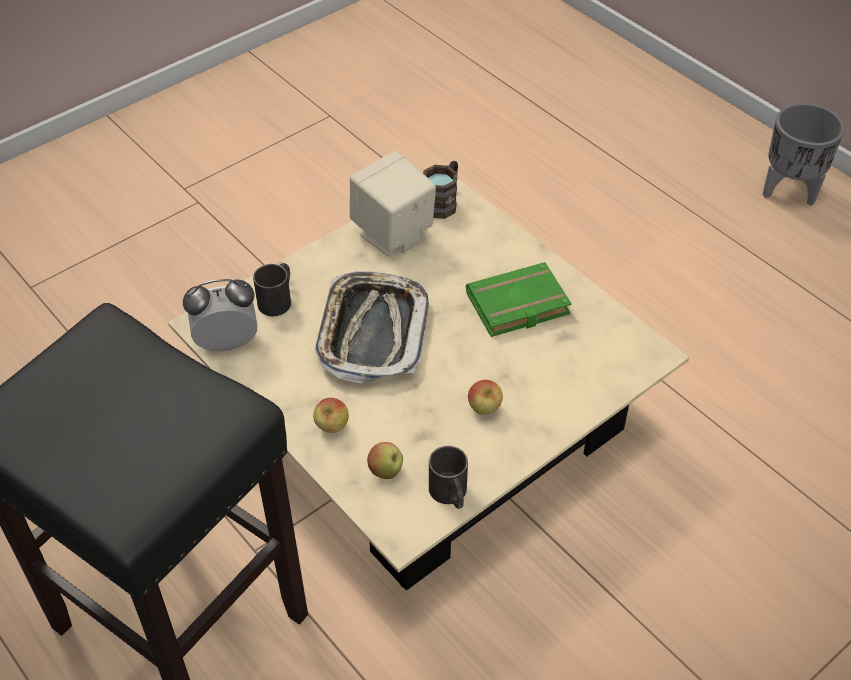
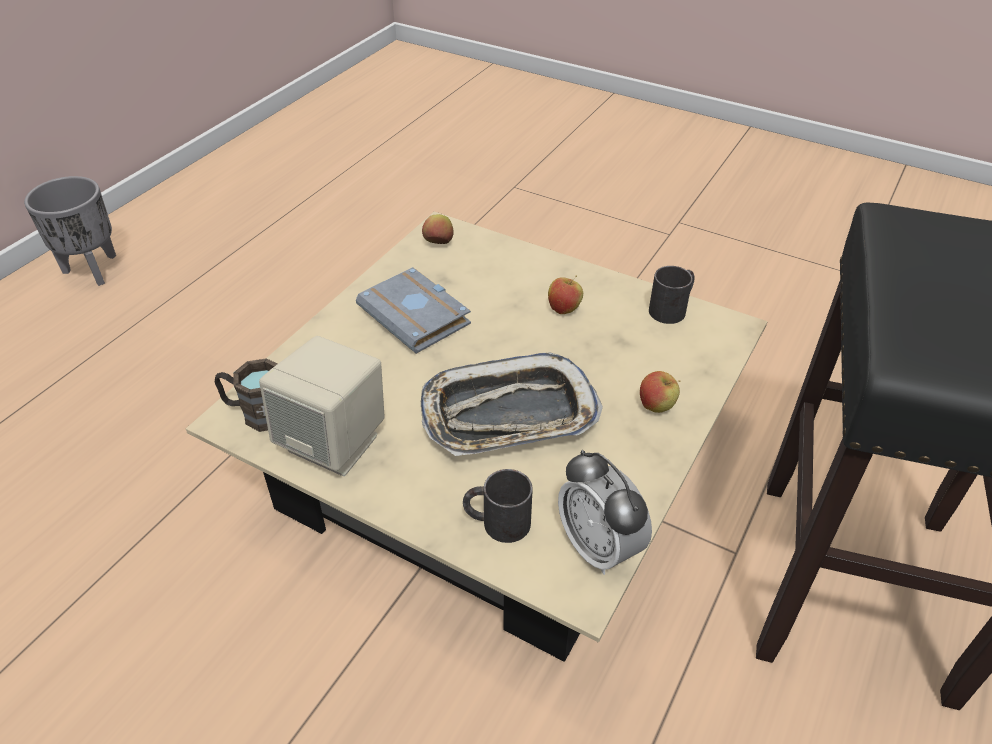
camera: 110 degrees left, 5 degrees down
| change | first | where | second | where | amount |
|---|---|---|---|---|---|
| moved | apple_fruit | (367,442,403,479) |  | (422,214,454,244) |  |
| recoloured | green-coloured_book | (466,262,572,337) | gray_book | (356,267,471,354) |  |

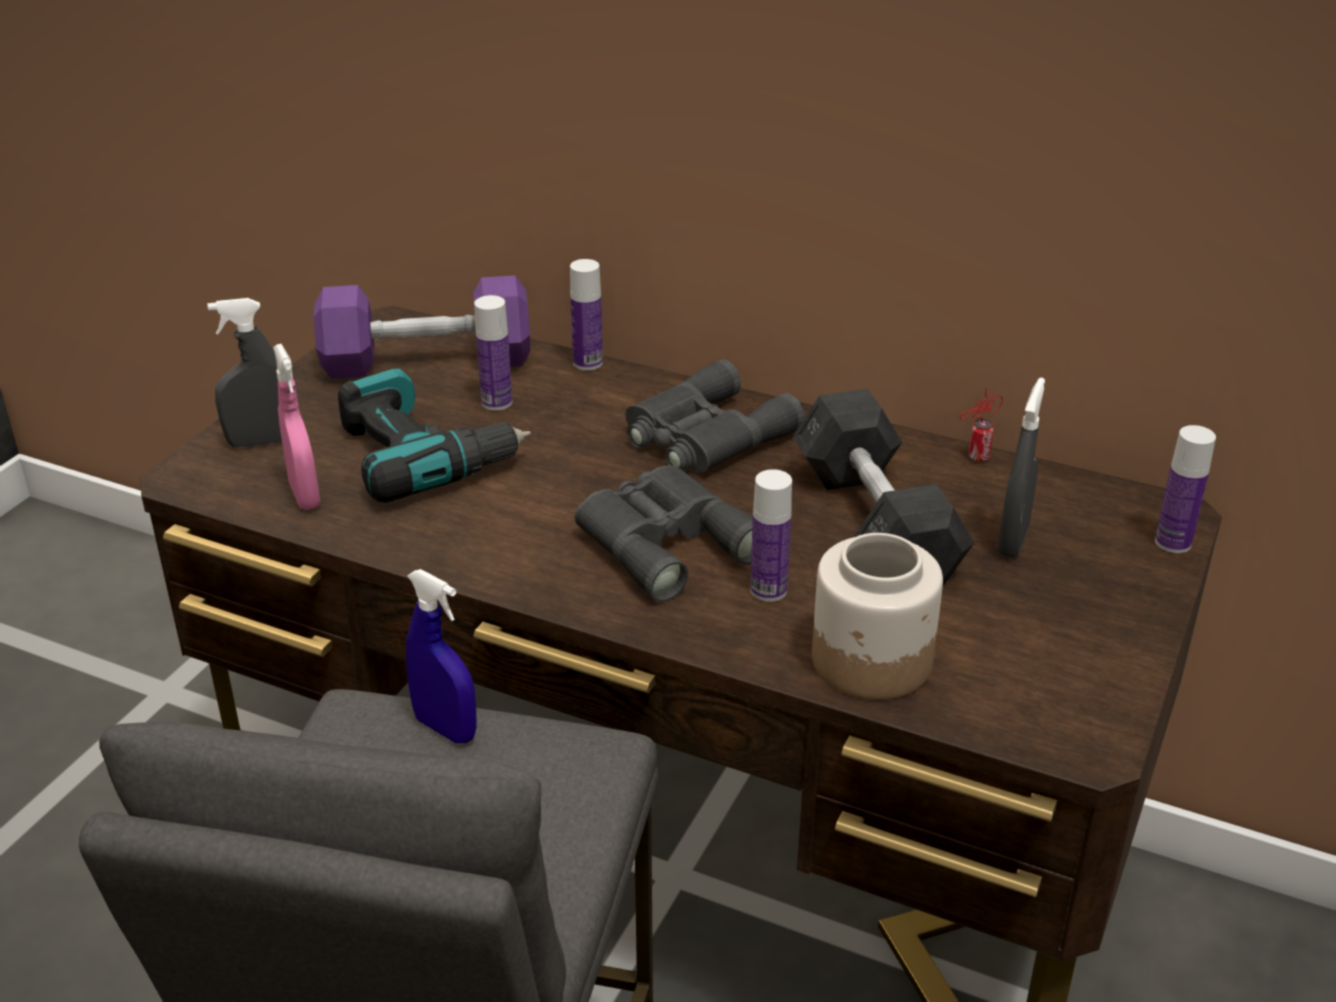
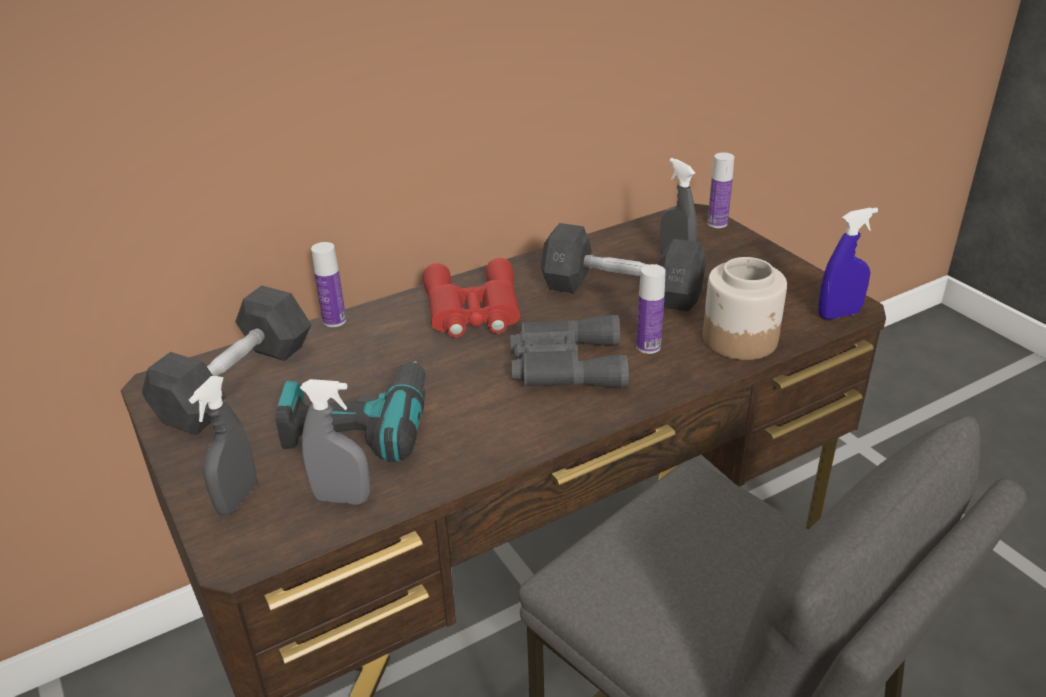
camera: 55 degrees left, 0 degrees up
| change | first | where | second | where | amount |
|---|---|---|---|---|---|
| recoloured | pinkish_hand_sprayer | (273,344,320,510) | gray_hand_sprayer | (300,379,370,505) |  |
| recoloured | purple-coloured_dumbbell | (313,275,530,379) | gray_dumbbell | (142,285,312,435) |  |
| moved | bluish_hand_sprayer | (406,569,477,744) |  | (818,207,878,319) |  |
| removed | beverage_bottle | (474,295,512,411) |  |  |  |
| recoloured | gray_pair_of_binoculars | (625,360,805,472) | reddish_pair_of_binoculars | (423,258,520,338) |  |
| removed | sealed_can | (960,388,1003,462) |  |  |  |

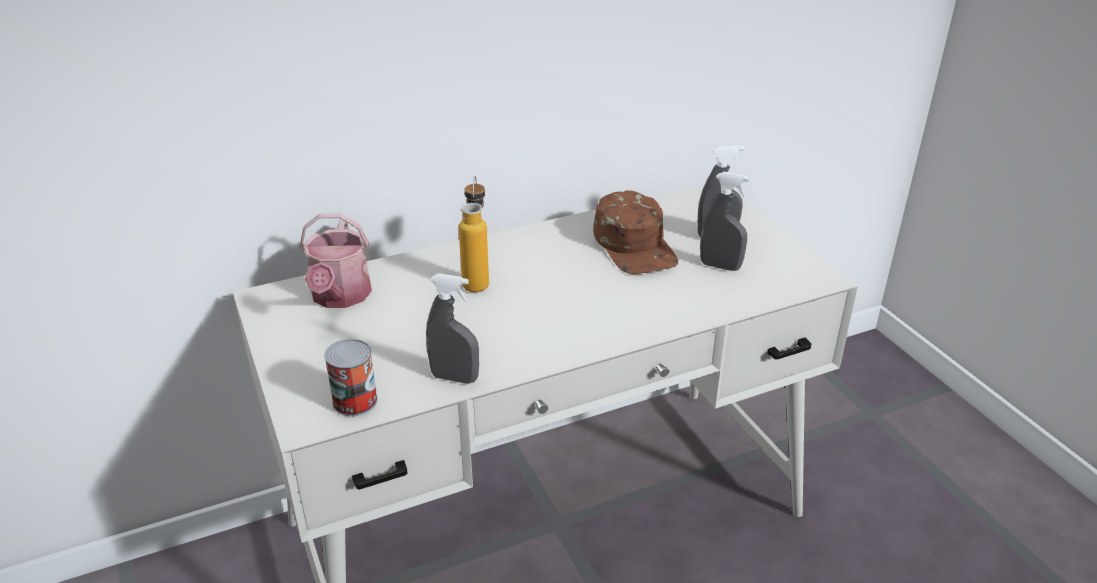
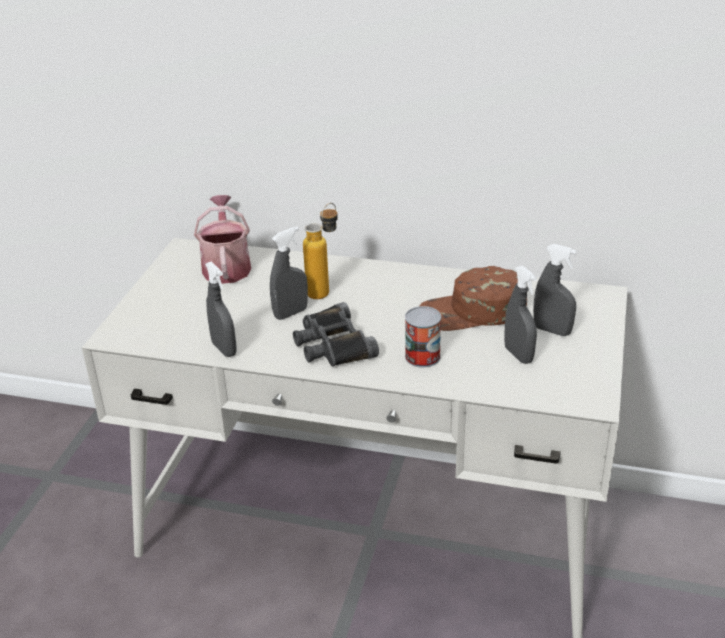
camera: 40 degrees right, 0 degrees up
| change | first | where | second | where | amount |
|---|---|---|---|---|---|
| turned | watering_pot | (300,213,372,308) |  | (194,195,251,284) | 135 degrees clockwise |
| moved | sealed_can | (324,339,378,416) |  | (405,306,441,368) |  |
| turned | brownish_cap | (593,190,678,274) |  | (420,266,527,331) | 60 degrees clockwise |
| added |  |  | gray_hand_sprayer | (270,227,308,320) |  |
| added |  |  | blackish_pair_of_binoculars | (293,302,379,367) |  |

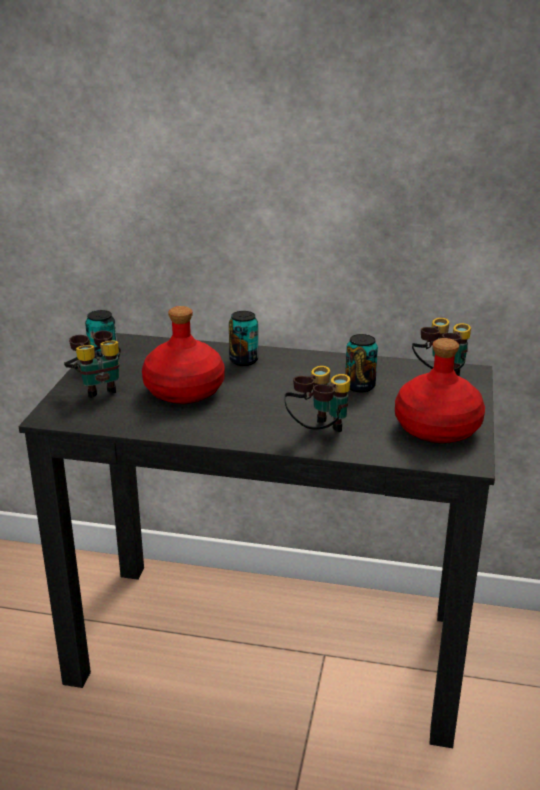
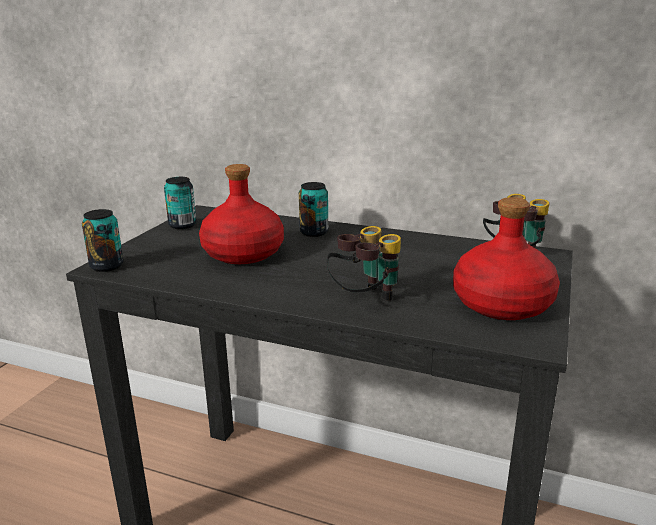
camera: 10 degrees right, 5 degrees down
| change | first | where | second | where | amount |
|---|---|---|---|---|---|
| removed | pair_of_binoculars | (64,330,121,398) |  |  |  |
| moved | sealed_can | (345,334,378,392) |  | (82,209,124,272) |  |

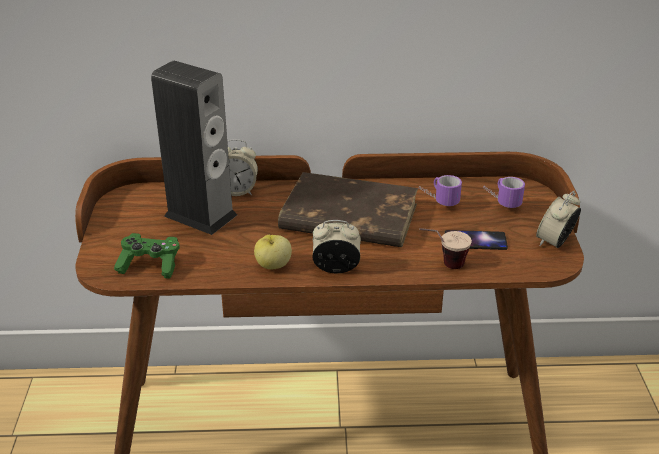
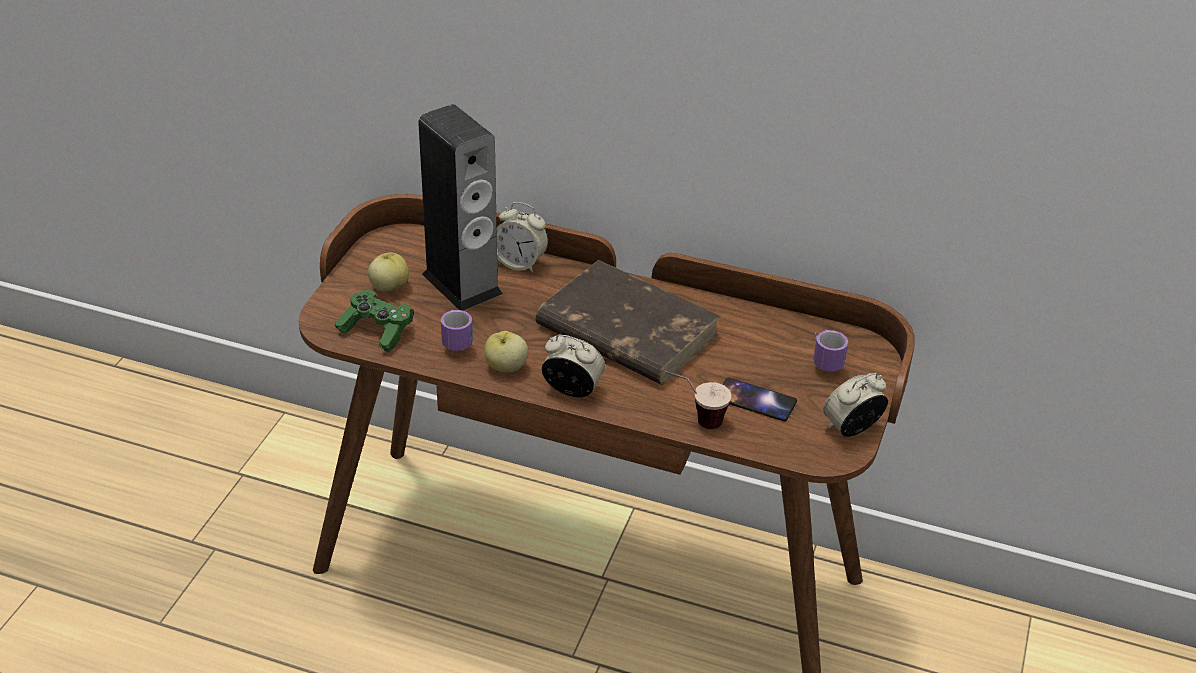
camera: 20 degrees right, 5 degrees up
| change | first | where | second | where | amount |
|---|---|---|---|---|---|
| moved | mug | (419,175,462,206) |  | (441,310,473,351) |  |
| added |  |  | apple_fruit | (368,253,409,292) |  |

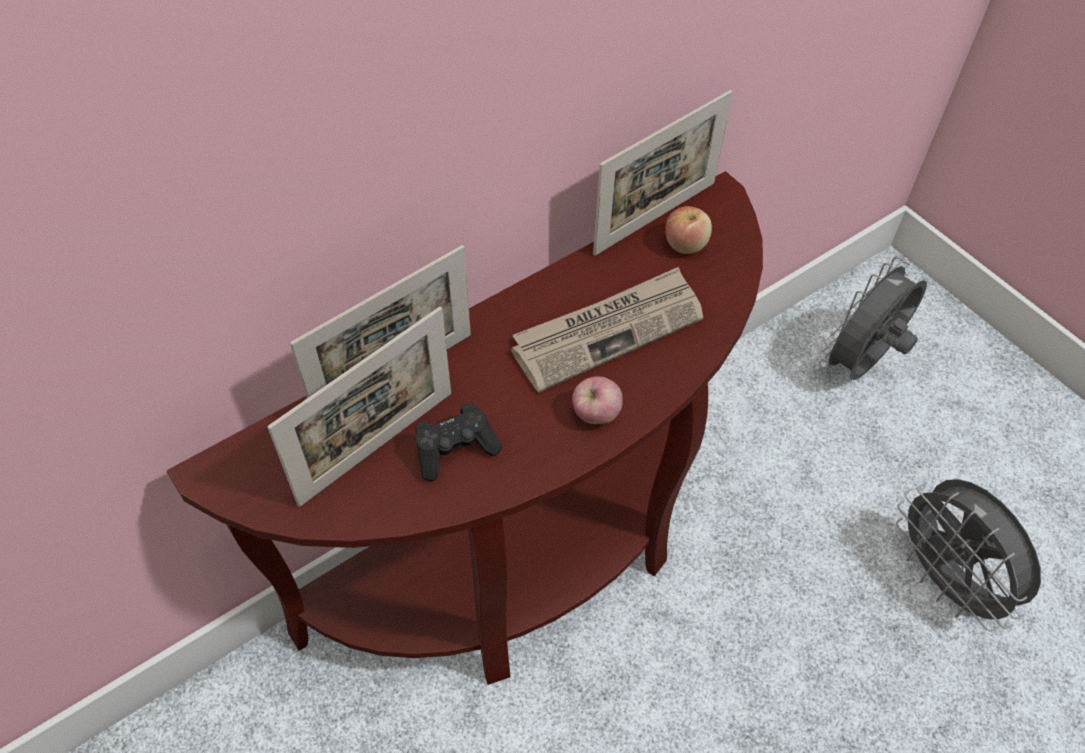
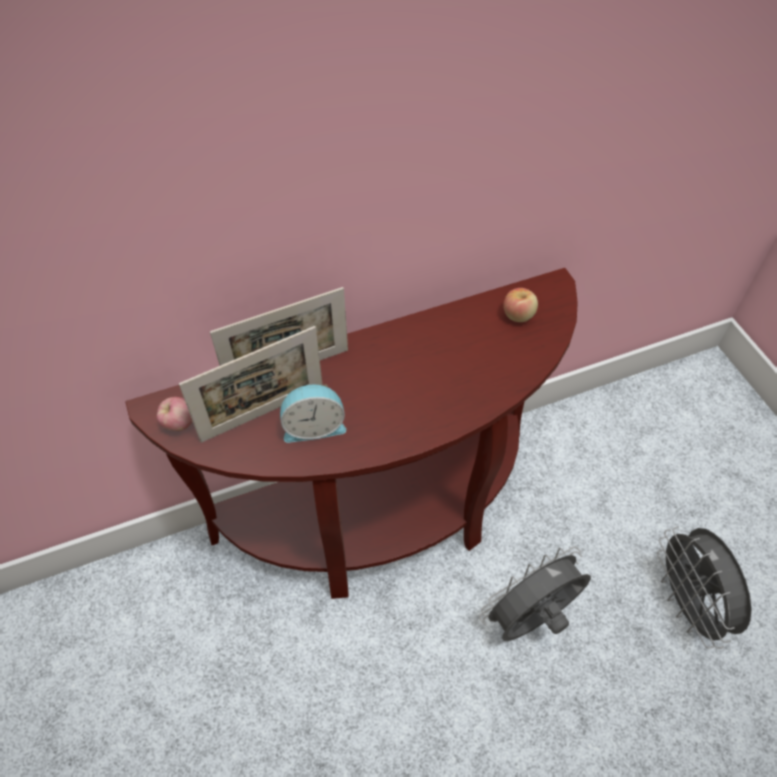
camera: 15 degrees right, 0 degrees up
| change | first | where | second | where | amount |
|---|---|---|---|---|---|
| replaced | blackish_gamepad | (416,403,502,481) | table_clock | (280,384,346,443) |  |
| removed | daily_paper | (511,267,704,393) |  |  |  |
| moved | apple_fruit | (572,376,623,424) |  | (157,397,192,431) |  |
| removed | photo_frame | (593,90,733,256) |  |  |  |
| moved | gray_fan | (819,257,927,380) |  | (479,546,591,641) |  |

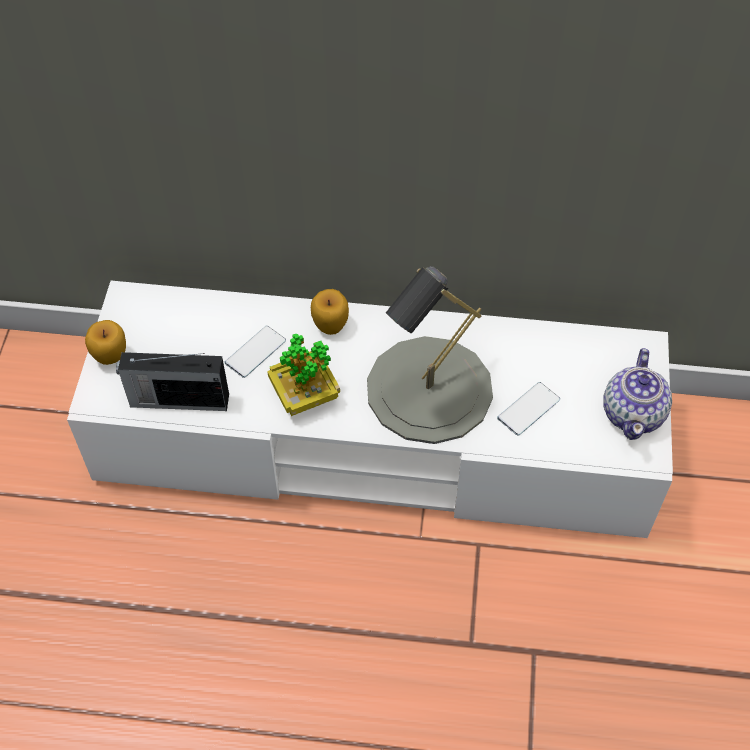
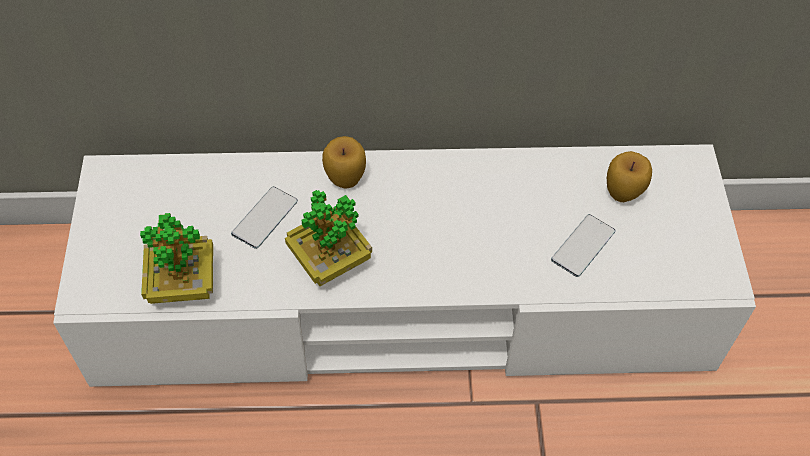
camera: 10 degrees left, 0 degrees up
| change | first | where | second | where | amount |
|---|---|---|---|---|---|
| moved | apple_fruit | (85,320,126,365) |  | (607,151,652,202) |  |
| replaced | radio | (116,352,229,411) | potted_plant | (140,213,213,304) |  |
| removed | gray_table_lamp | (367,266,493,444) |  |  |  |
| removed | teapot | (604,348,672,440) |  |  |  |

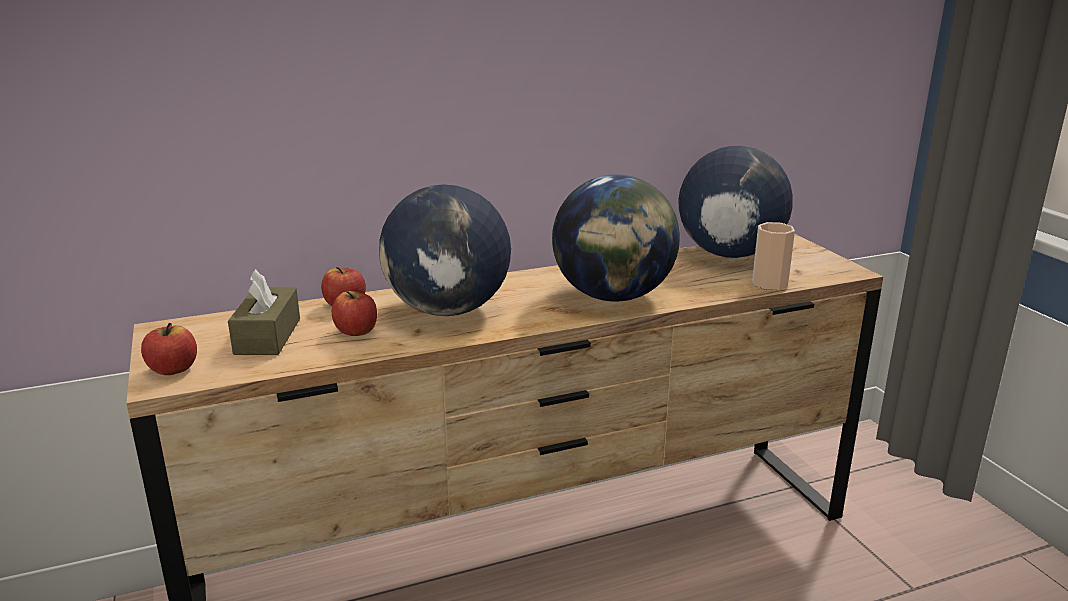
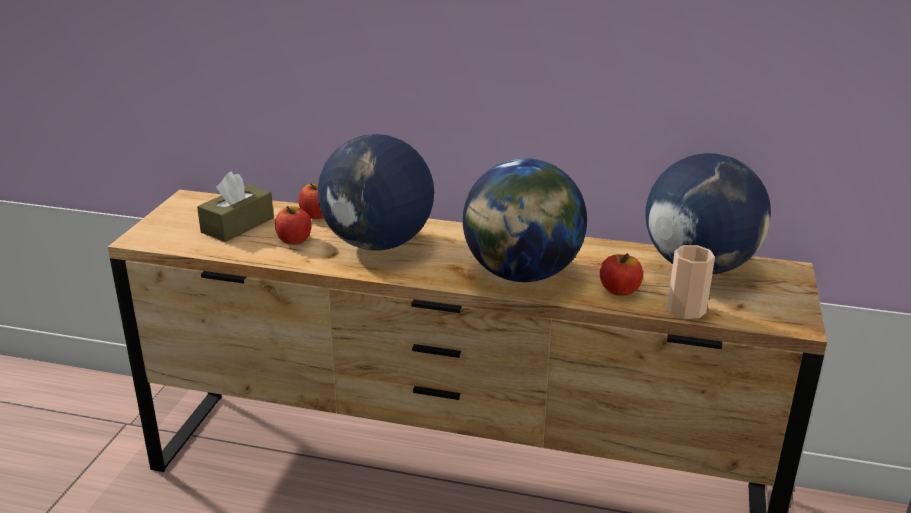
camera: 35 degrees right, 5 degrees up
| change | first | where | second | where | amount |
|---|---|---|---|---|---|
| moved | apple_fruit | (141,323,197,375) |  | (600,253,643,296) |  |

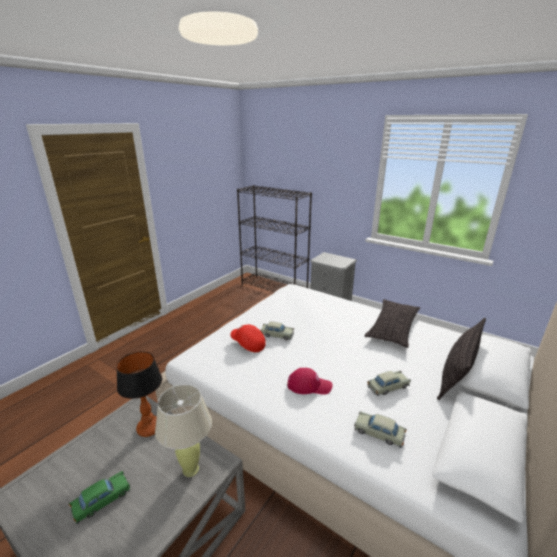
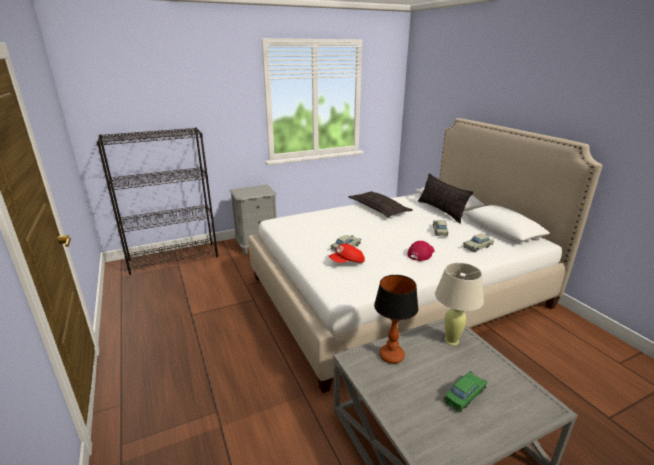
camera: 60 degrees left, 0 degrees up
| change | first | where | second | where | amount |
|---|---|---|---|---|---|
| turned | green-coloured_toy_car | (69,471,130,524) |  | (443,371,487,412) | 60 degrees clockwise |

